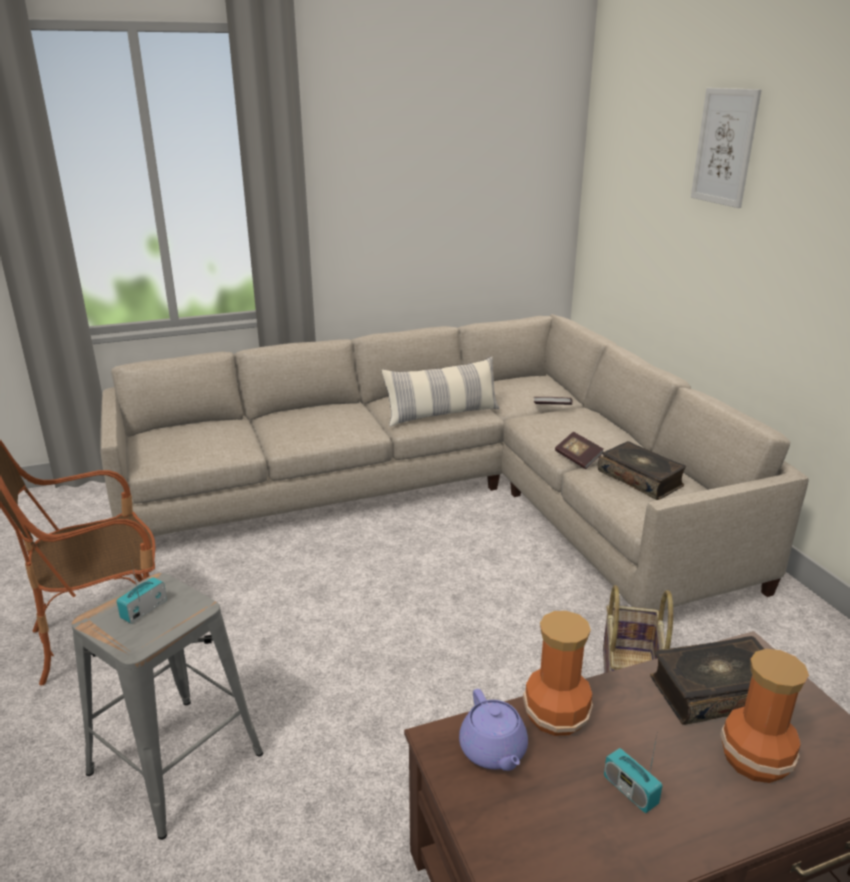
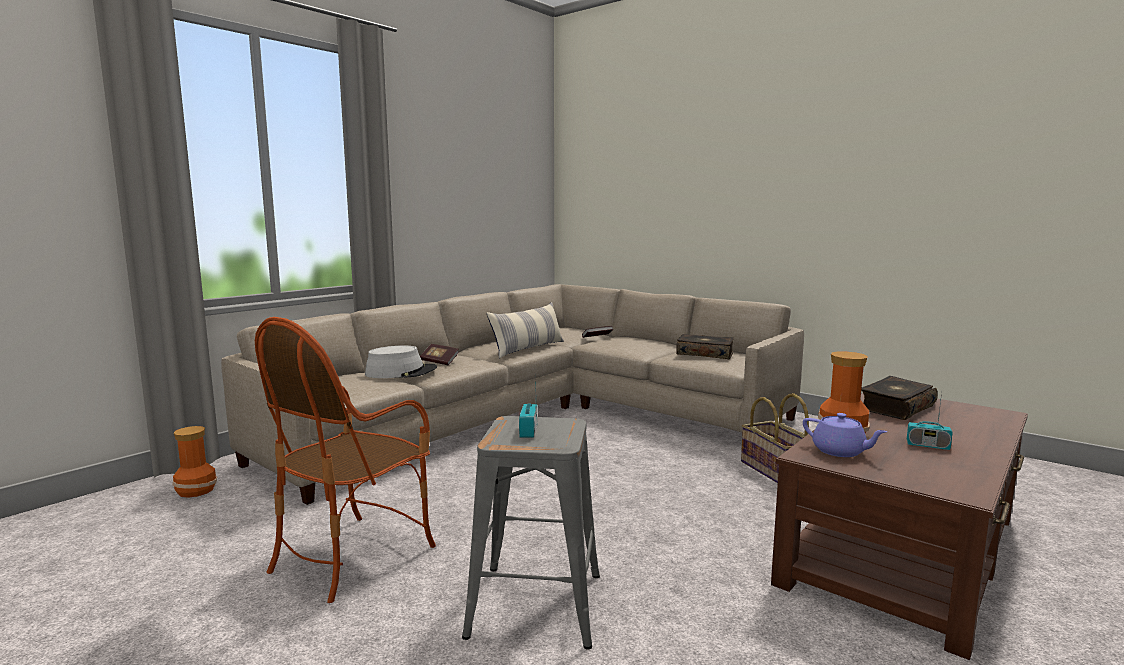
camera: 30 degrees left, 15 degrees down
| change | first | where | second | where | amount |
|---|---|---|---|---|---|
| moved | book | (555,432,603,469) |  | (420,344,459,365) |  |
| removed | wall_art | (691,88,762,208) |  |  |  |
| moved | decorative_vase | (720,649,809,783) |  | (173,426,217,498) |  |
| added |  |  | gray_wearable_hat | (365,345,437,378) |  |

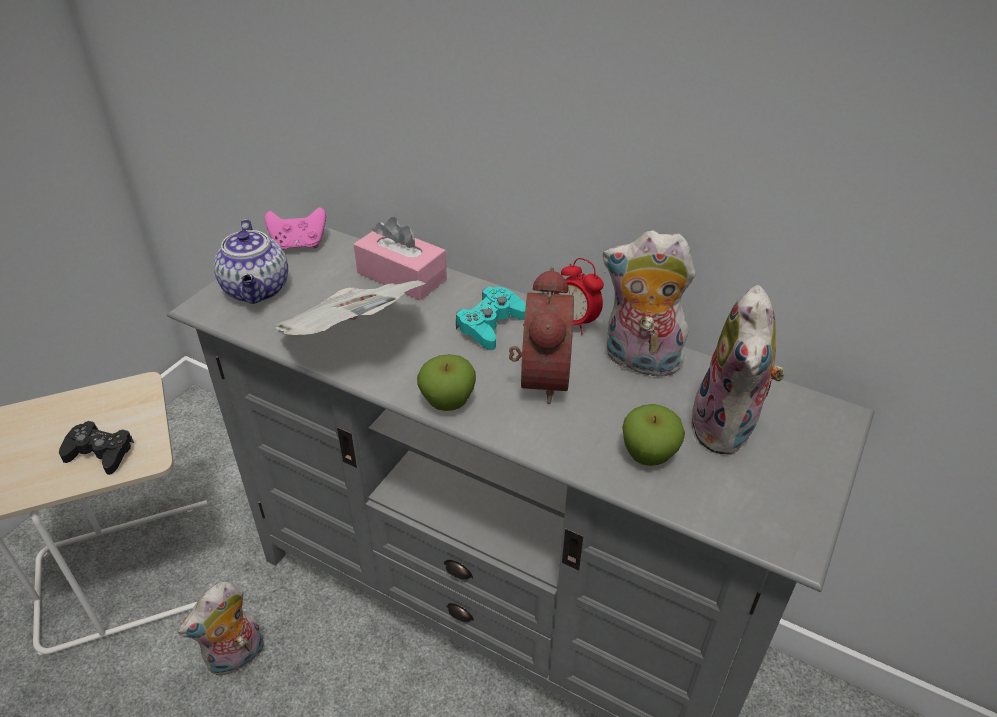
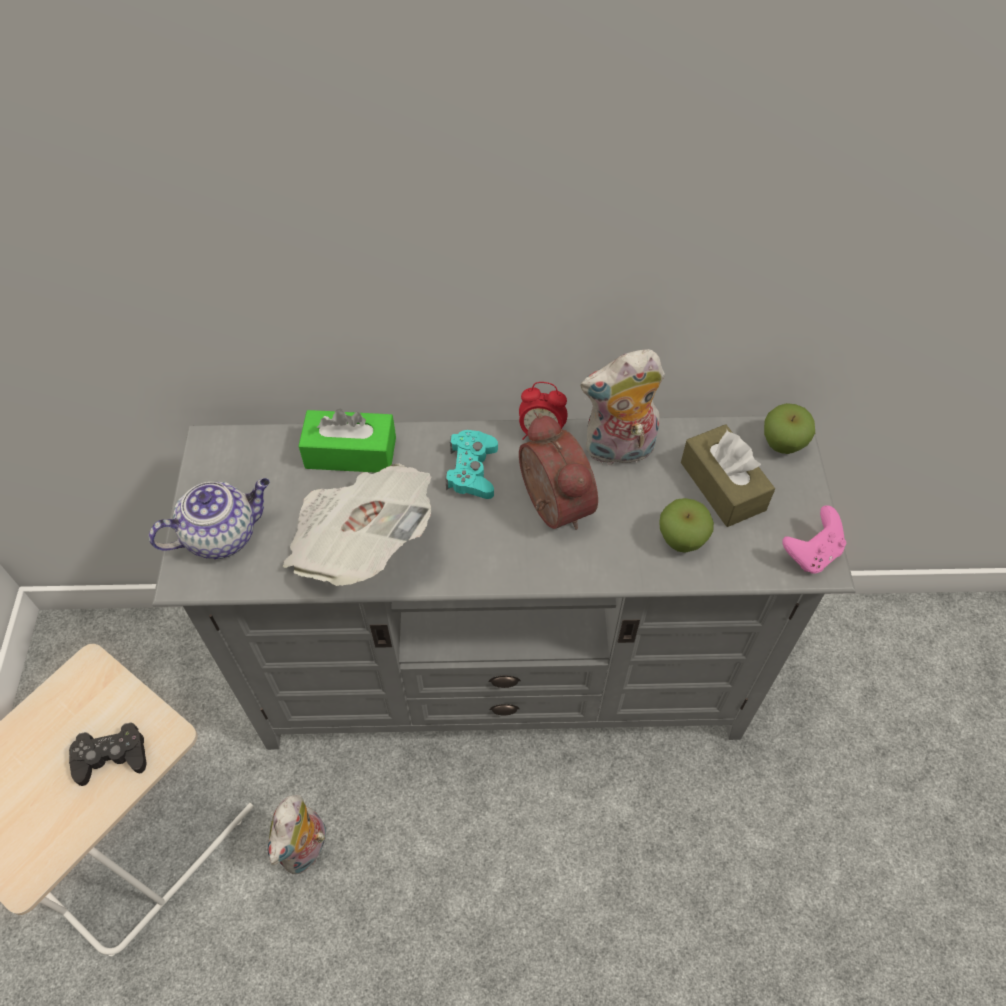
camera: 30 degrees left, 15 degrees up
| change | first | where | second | where | amount |
|---|---|---|---|---|---|
| turned | teapot | (214,219,288,304) |  | (149,478,270,559) | 75 degrees counterclockwise |
| moved | pinkish_gamepad | (265,207,326,251) |  | (782,505,846,574) |  |
| recoloured | pinkish_tissue_holder | (354,217,447,301) | green-coloured_tissue_holder | (298,409,396,473) |  |
| moved | apple_fruit | (417,354,476,411) |  | (764,403,815,454) |  |
| replaced | soft_toy | (690,285,785,455) | brownish_tissue_holder | (681,424,775,527) |  |

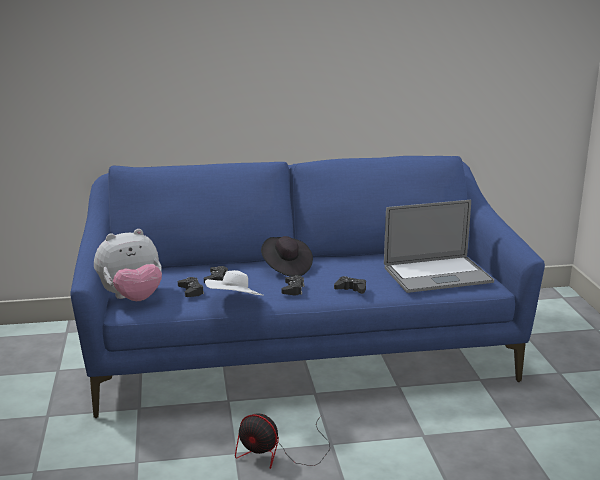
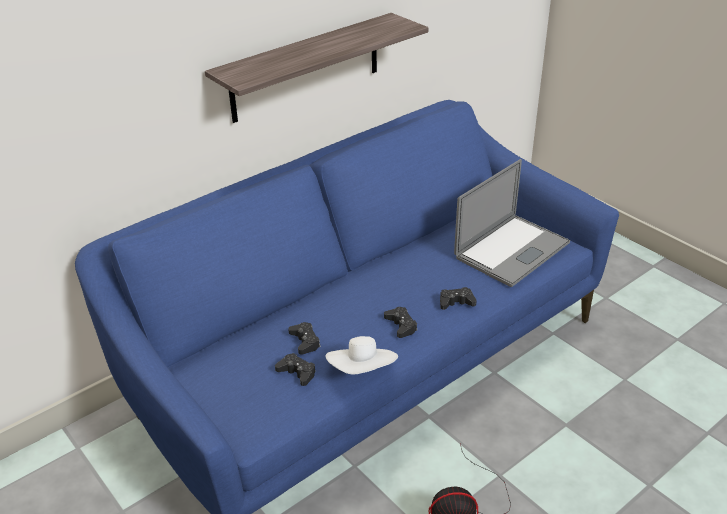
camera: 30 degrees left, 15 degrees up
| change | first | where | second | where | amount |
|---|---|---|---|---|---|
| removed | soft_toy | (94,229,162,301) |  |  |  |
| removed | blackish_wearable_hat | (261,236,313,277) |  |  |  |
| added |  |  | wall_shelf | (205,13,428,123) |  |

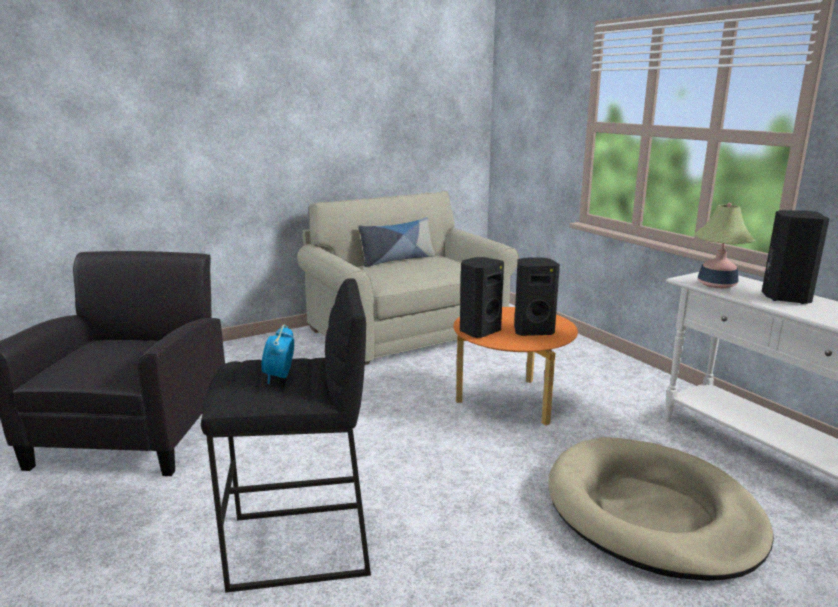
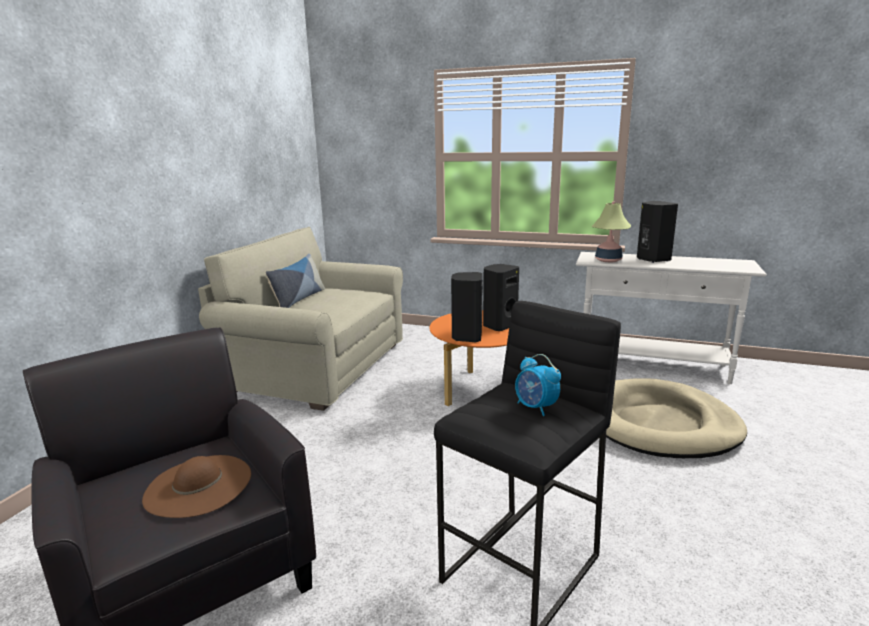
camera: 40 degrees left, 0 degrees up
| change | first | where | second | where | amount |
|---|---|---|---|---|---|
| added |  |  | brownish_wearable_hat | (142,455,251,518) |  |

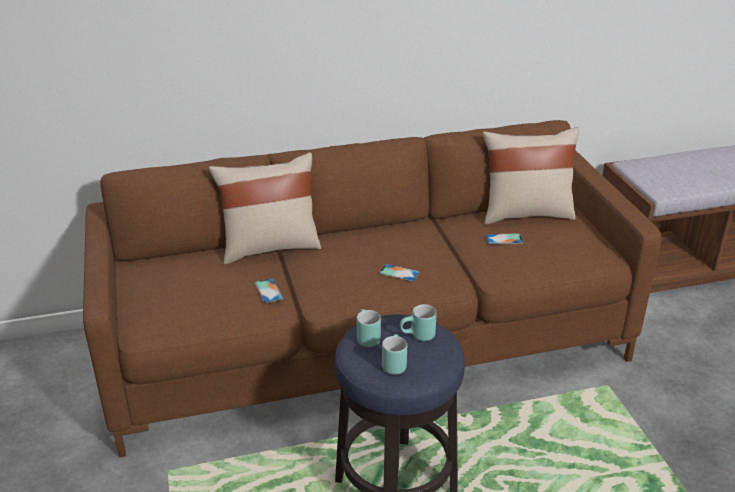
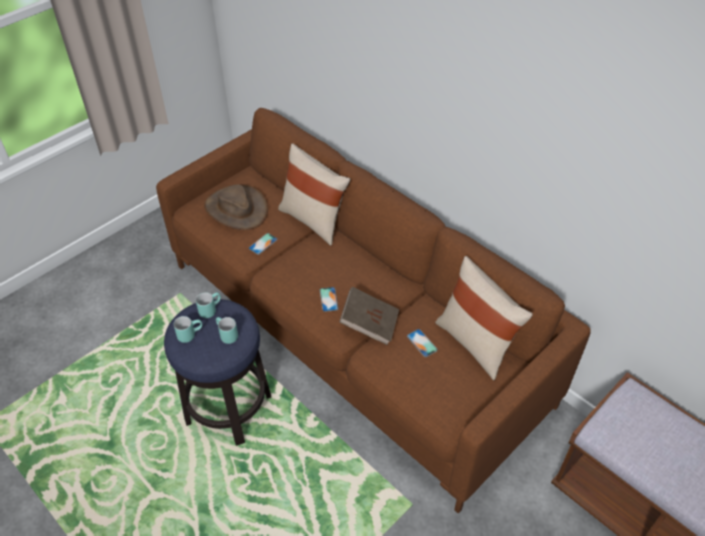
camera: 60 degrees right, 15 degrees up
| change | first | where | second | where | amount |
|---|---|---|---|---|---|
| added |  |  | brownish_wearable_hat | (204,185,268,230) |  |
| added |  |  | brownish_book | (339,287,399,345) |  |

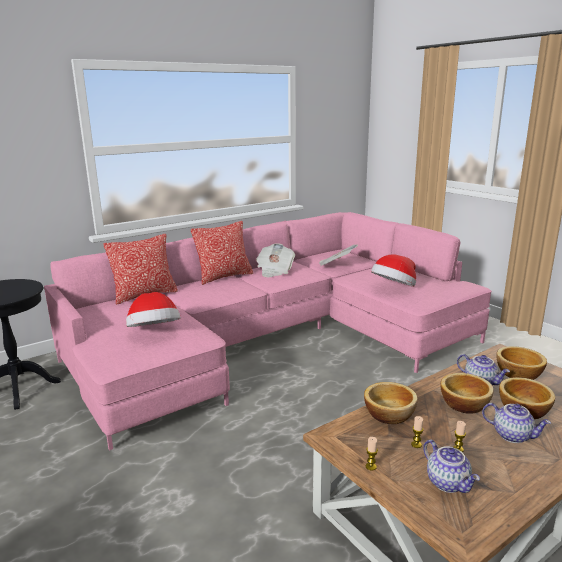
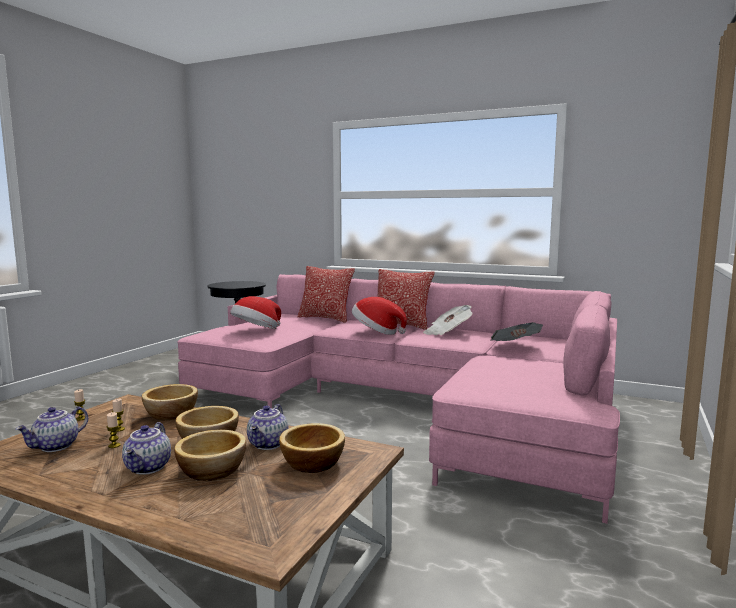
camera: 60 degrees right, 10 degrees down
| change | first | where | second | where | amount |
|---|---|---|---|---|---|
| moved | wearable_hat | (371,254,416,287) |  | (352,297,407,335) |  |

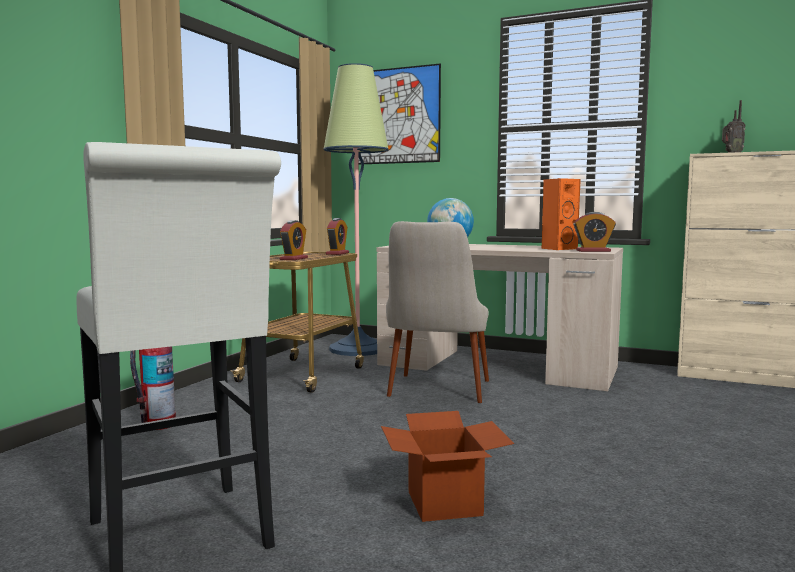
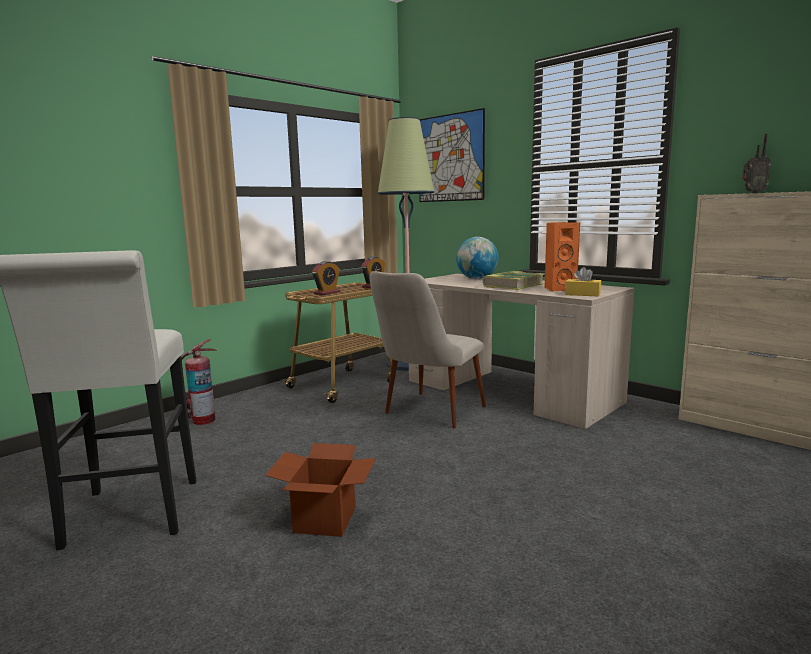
camera: 20 degrees right, 5 degrees up
| change | first | where | second | where | amount |
|---|---|---|---|---|---|
| replaced | table_clock | (573,212,616,252) | yellowish_tissue_holder | (565,267,601,297) |  |
| added |  |  | book | (483,271,545,290) |  |

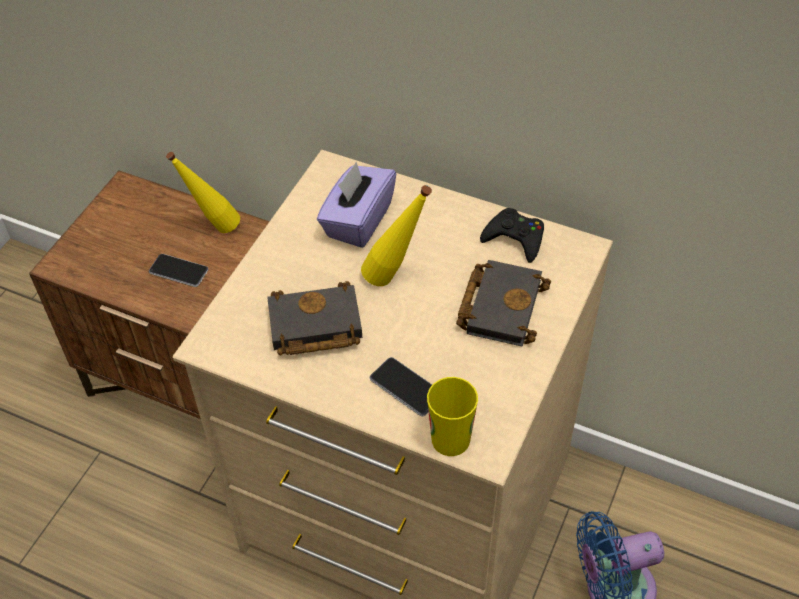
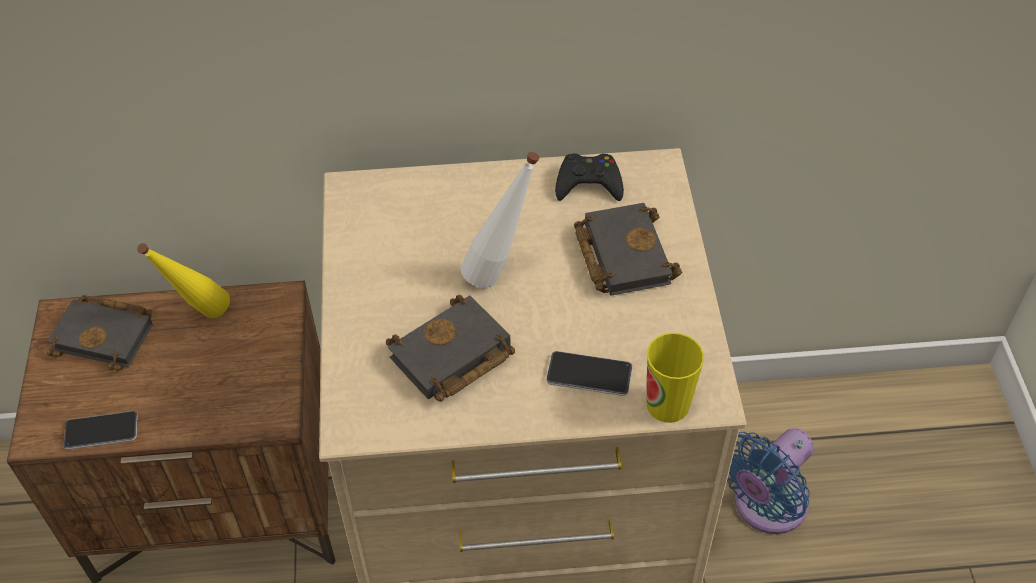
camera: 30 degrees left, 0 degrees up
| change | first | where | second | where | amount |
|---|---|---|---|---|---|
| moved | handset | (149,254,208,287) |  | (64,411,138,450) |  |
| removed | purple-coloured_tissue_holder | (317,162,396,248) |  |  |  |
| recoloured | yellowish_beverage_bottle | (361,185,432,286) | white_beverage_bottle | (461,152,539,288) |  |
| added |  |  | blackish_book | (47,295,153,371) |  |

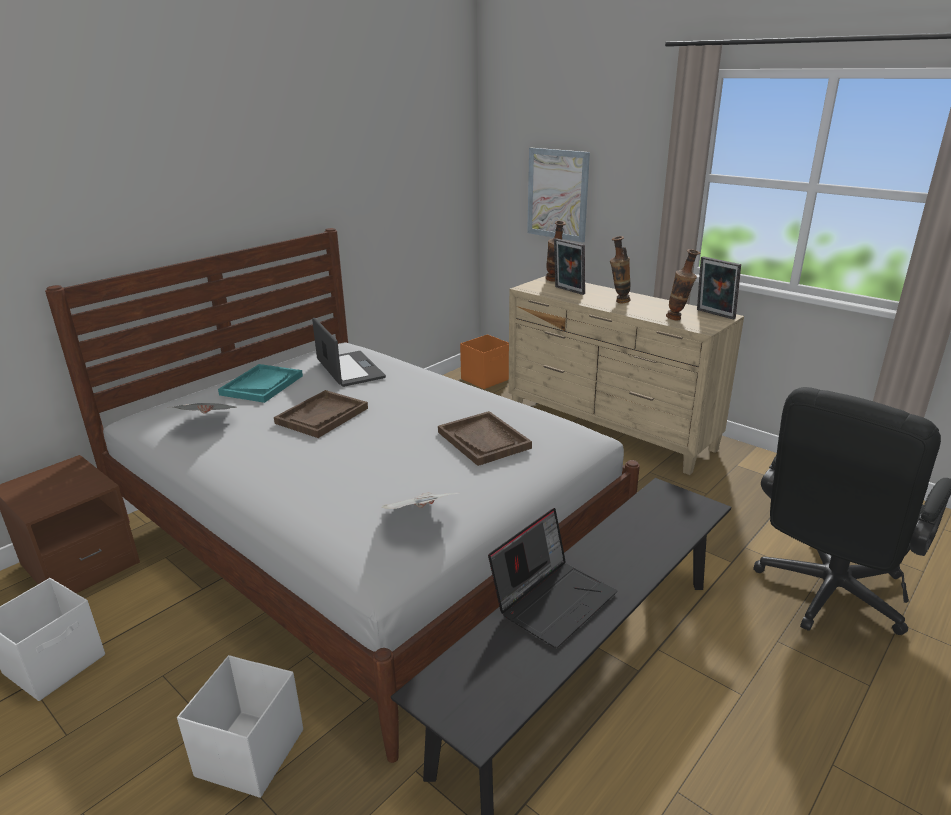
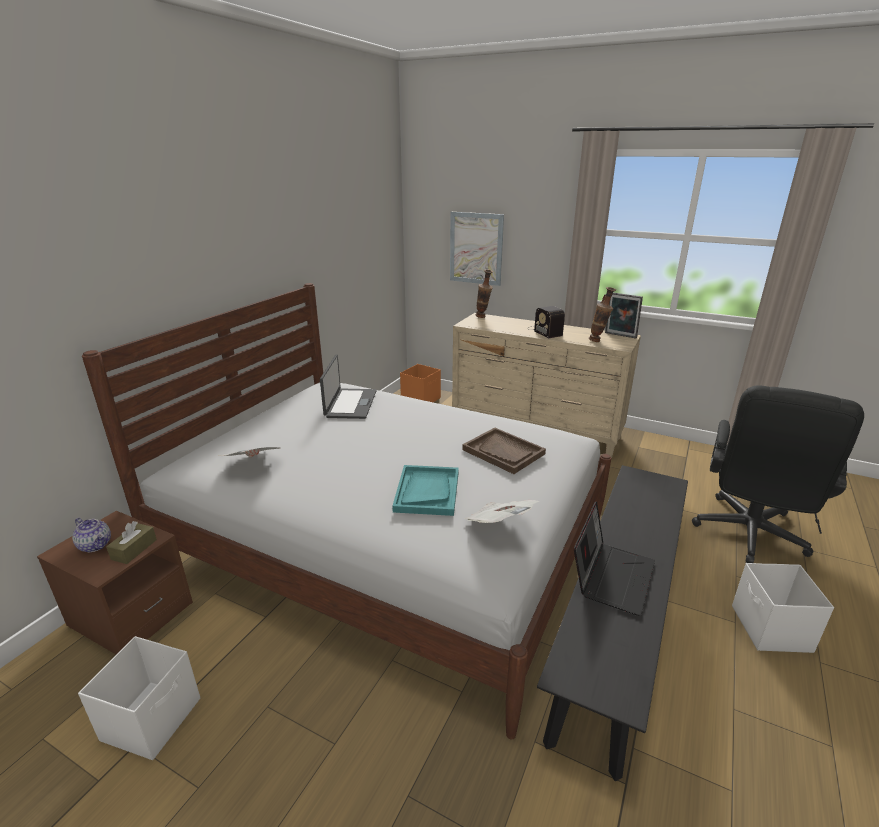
camera: 15 degrees left, 0 degrees up
| change | first | where | second | where | amount |
|---|---|---|---|---|---|
| moved | white_storage_container | (177,655,303,798) |  | (732,563,834,653) |  |
| moved | turquoise_carrying_tray | (218,364,303,403) |  | (392,465,459,516) |  |
| removed | brownish_carrying_tray | (274,390,368,438) |  |  |  |
| turned | laptop | (312,318,386,387) |  | (320,355,376,419) | 45 degrees clockwise |
| removed | photo_frame | (554,238,585,295) |  |  |  |
| replaced | decorative_vase | (610,236,631,303) | radio | (527,306,565,338) |  |
| added |  |  | teapot | (72,518,111,552) |  |
| added |  |  | brownish_tissue_holder | (106,521,157,564) |  |

